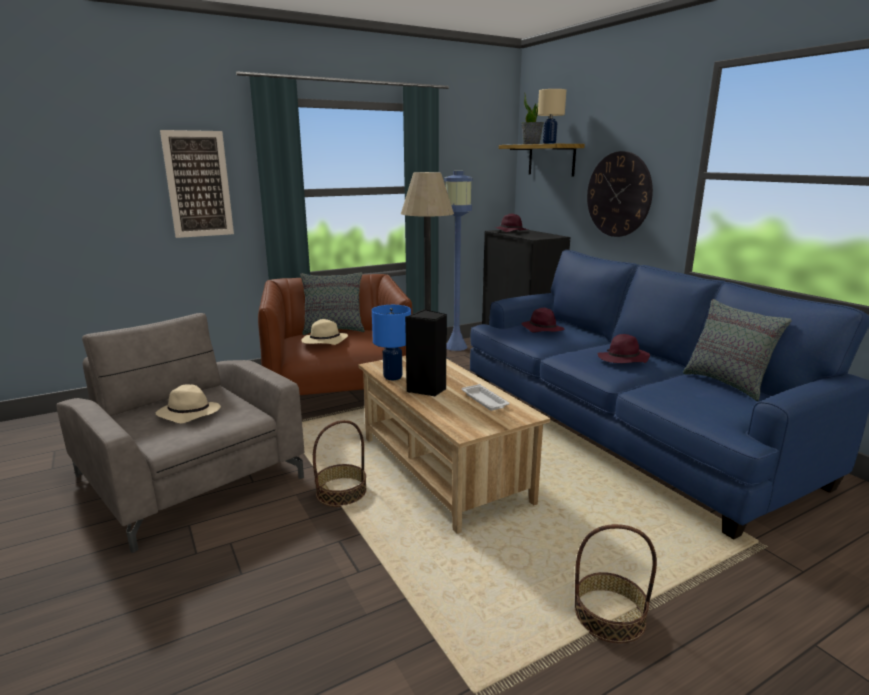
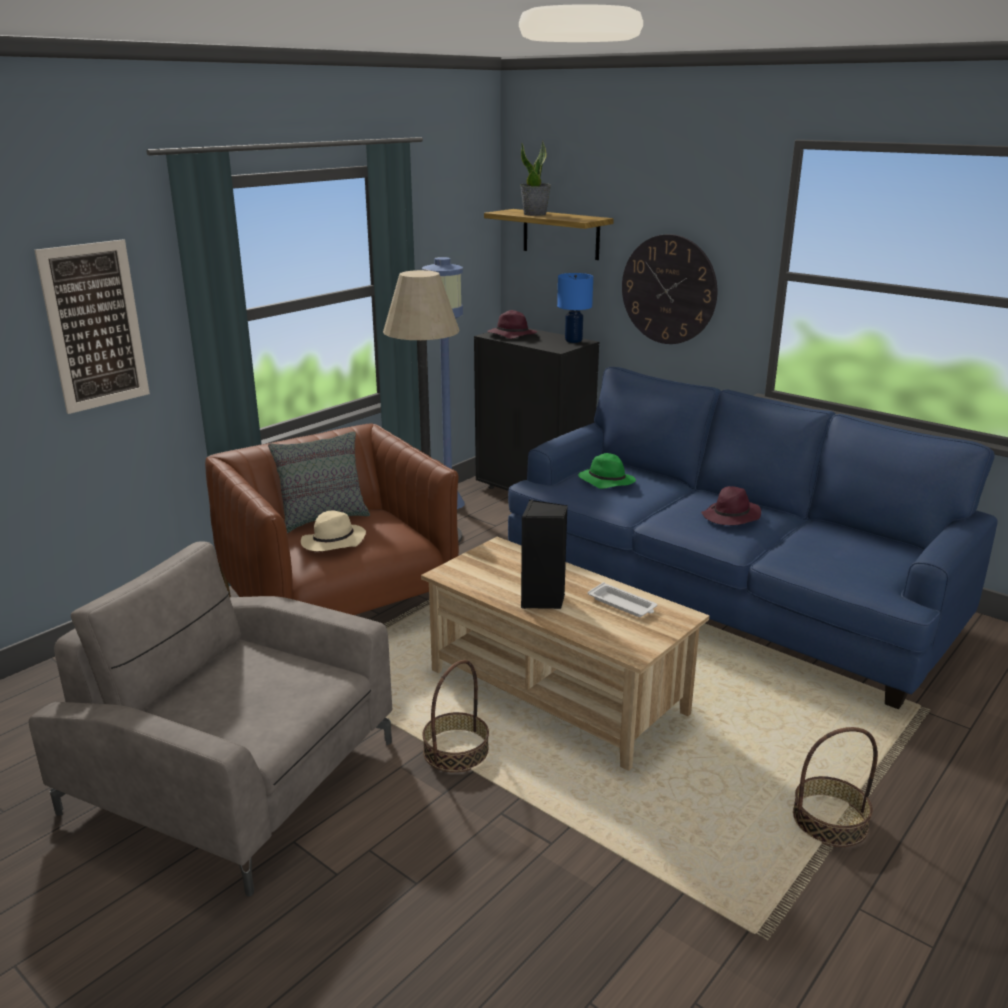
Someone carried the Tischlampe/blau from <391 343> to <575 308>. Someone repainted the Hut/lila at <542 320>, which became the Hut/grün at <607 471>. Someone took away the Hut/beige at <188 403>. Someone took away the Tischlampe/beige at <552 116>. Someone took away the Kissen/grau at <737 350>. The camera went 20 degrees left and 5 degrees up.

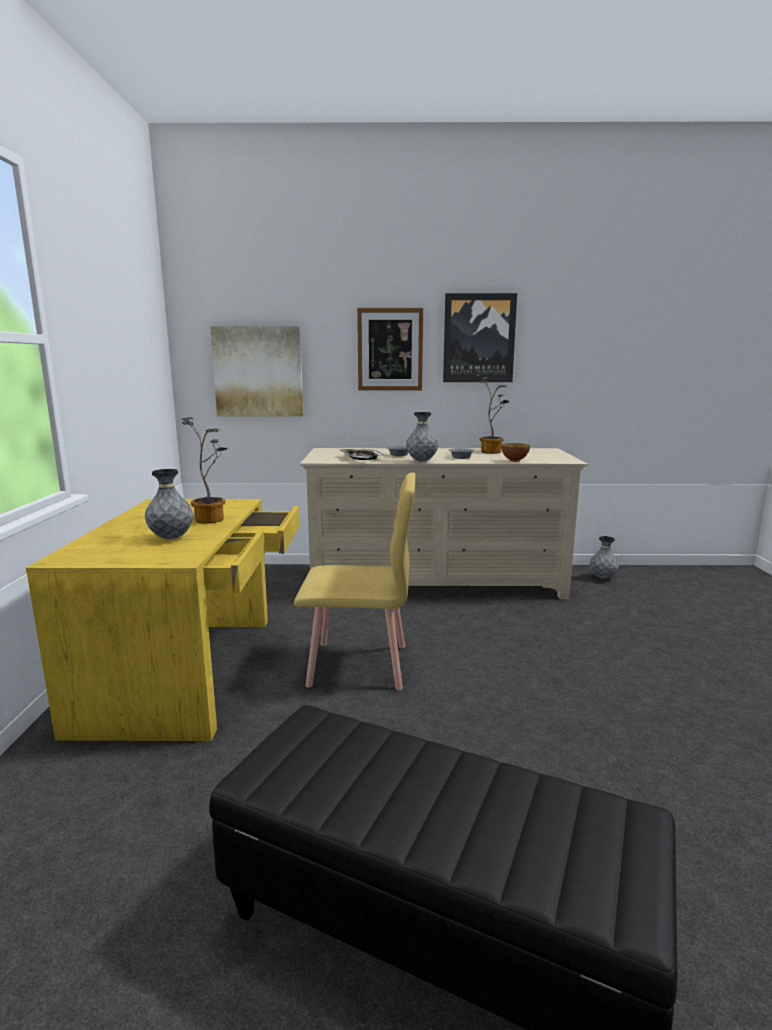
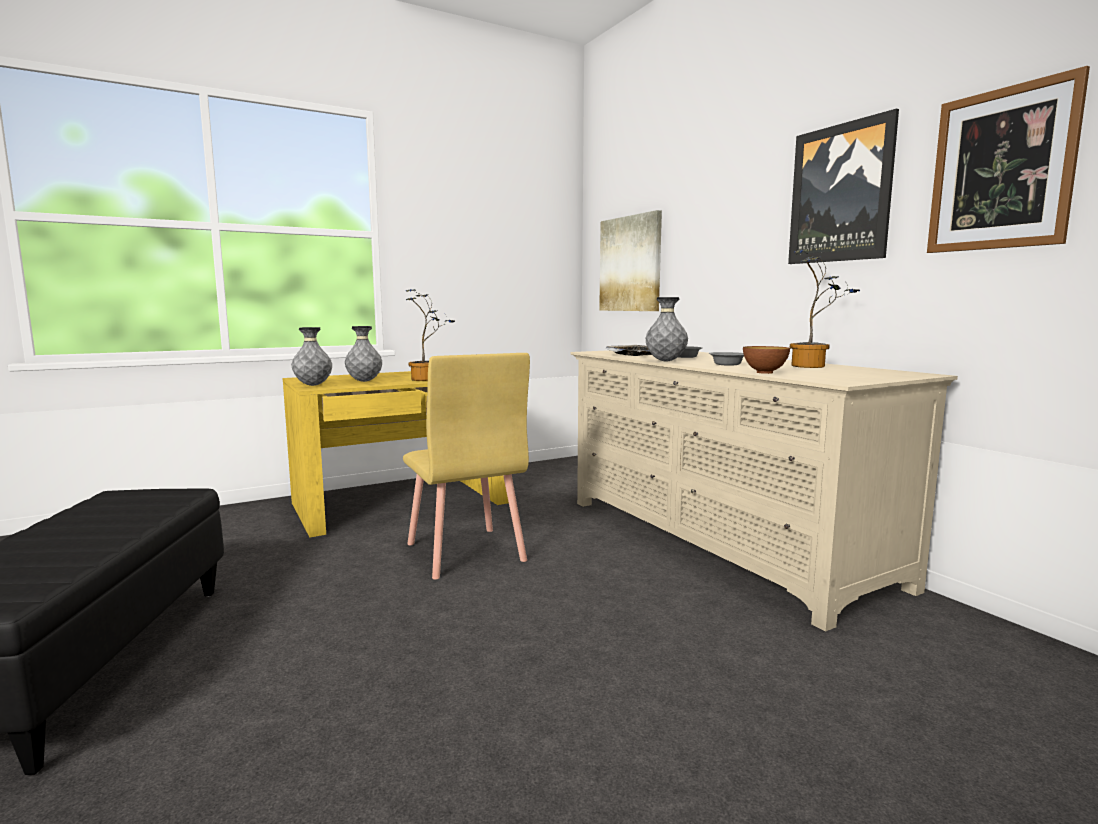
Someone carried the Vase/grau from <604 557> to <312 356>. Someone carried the Bild from <390 349> to <1008 159>. The camera went 60 degrees right and 5 degrees down.

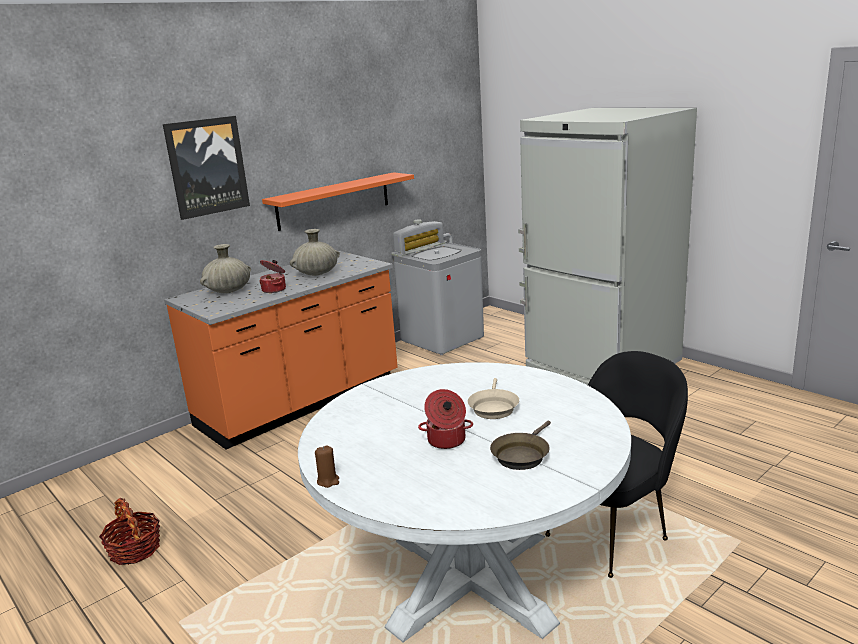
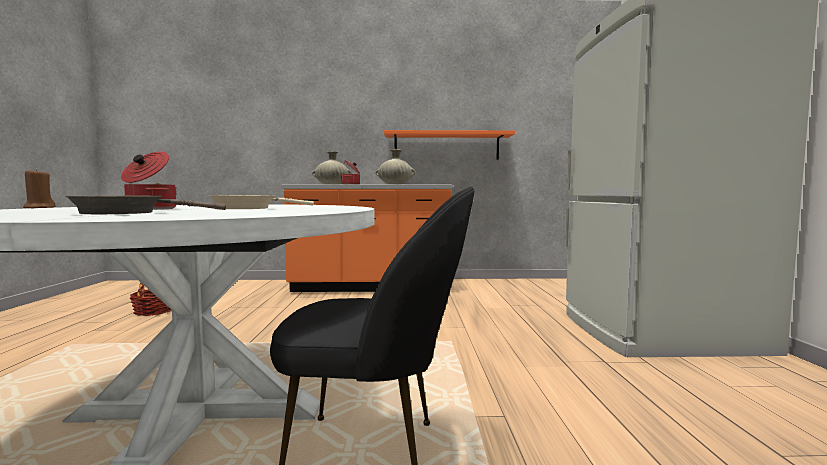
Someone took away the Bild at <206 168>. Someone took away the Waschmaschine/grau at <437 287>. The camera went 40 degrees right and 15 degrees down.

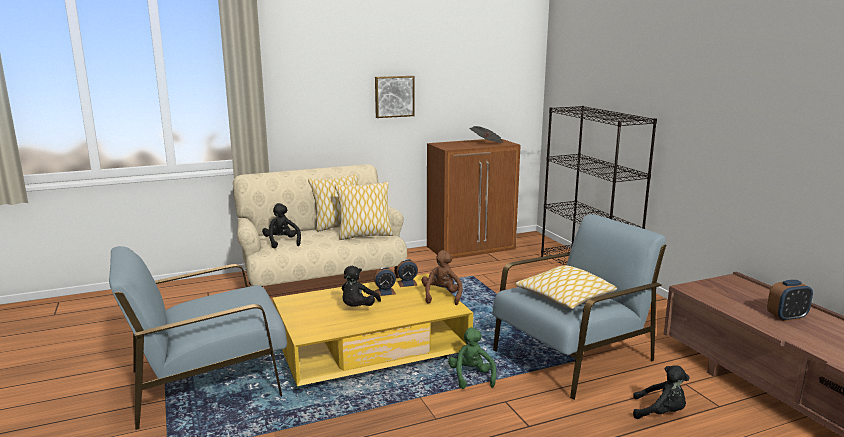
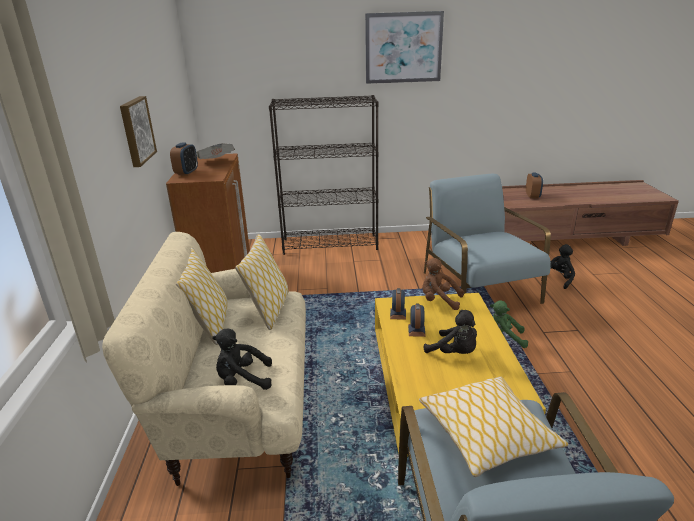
Someone put down the Wecker at <184 159>. Someone put up the Bild at <404 47>. Someone carried the Kissen from <566 287> to <493 426>. The camera went 70 degrees left and 10 degrees up.

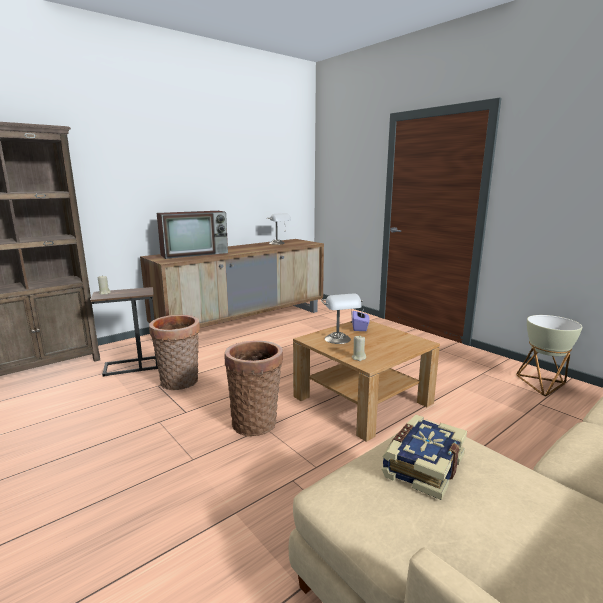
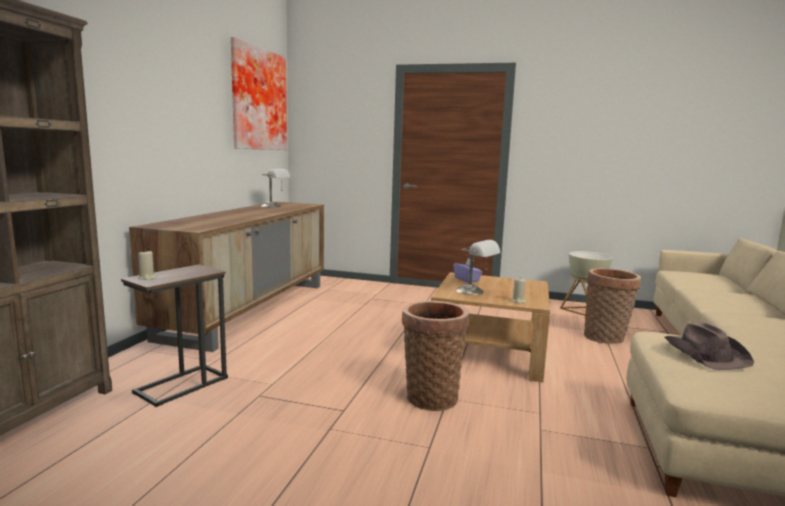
Someone put up the Bild at <259 93>. Someone carried the Korb from <174 352> to <612 306>. Someone swapped the Buch at <424 457> for the Hut/braun at <709 346>. Someone took away the Fernseher at <192 235>. The camera went 35 degrees left and 5 degrees down.

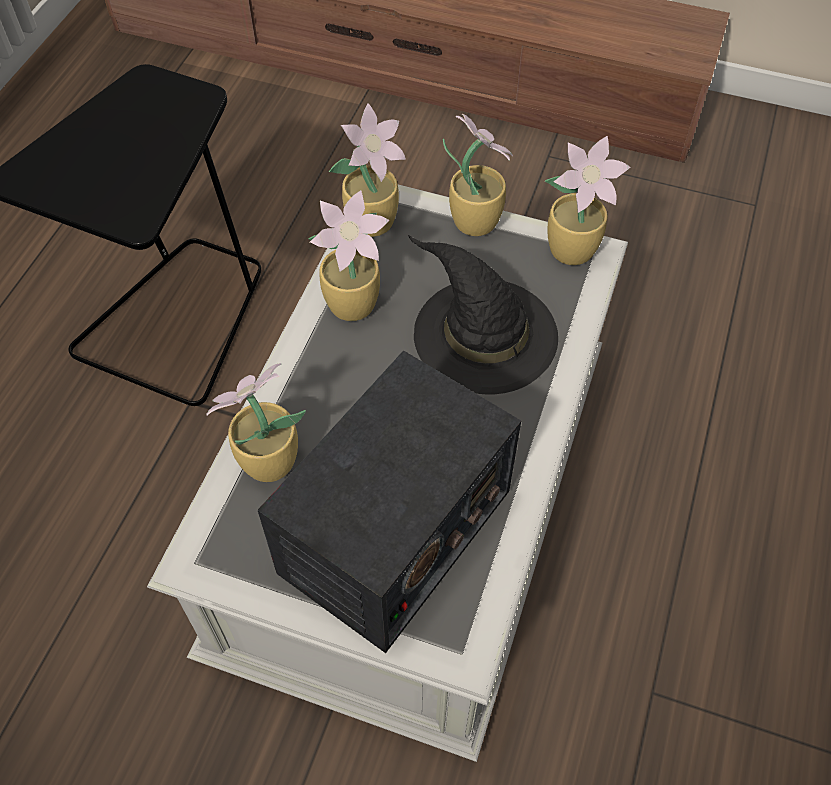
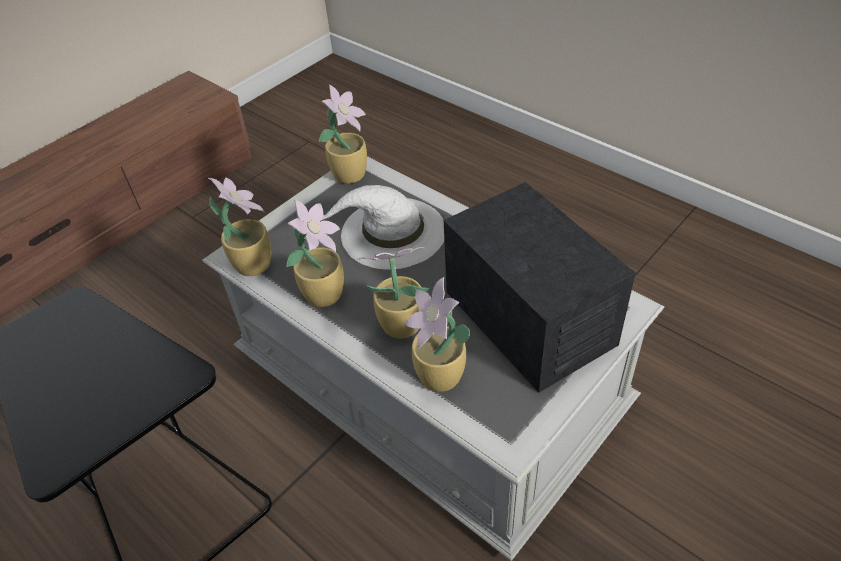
Someone repainted the Hut/schwarz at <483 314>, which became the Hut/weiß at <382 227>. Someone carried the Topfpflanze from <478 175> to <392 293>. The camera went 65 degrees left and 10 degrees down.

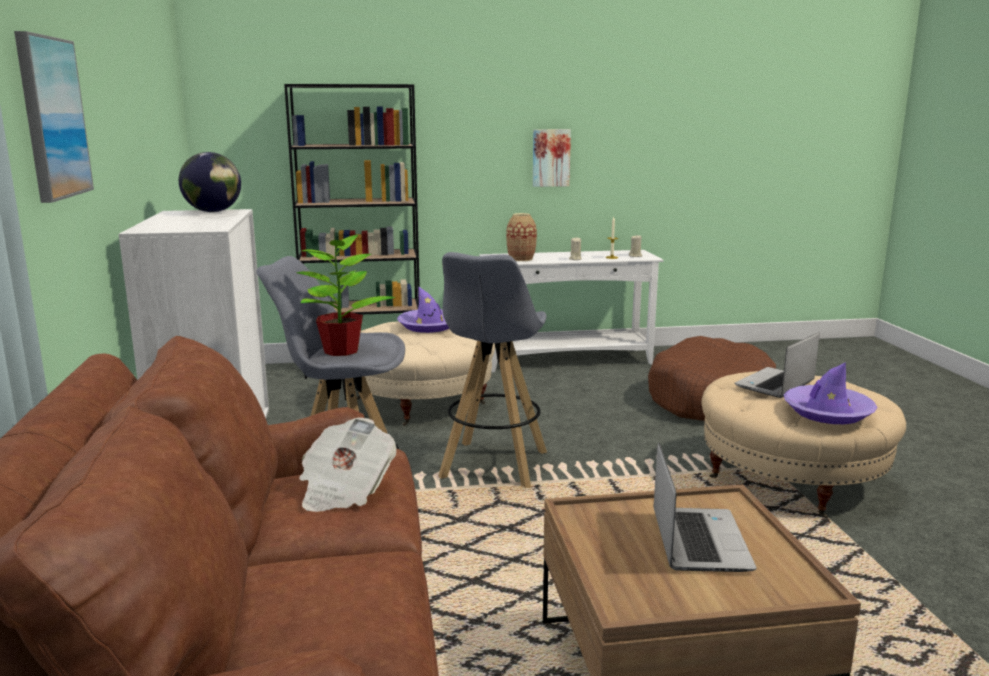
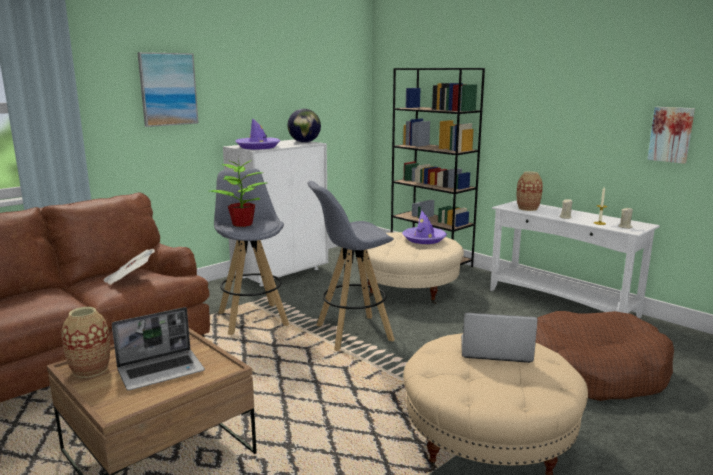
Someone put down the Vase at <85 342>. Someone carried the Hut/lila from <830 393> to <257 133>. Someone carried the Bild from <552 158> to <671 135>. The camera went 55 degrees right and 0 degrees up.

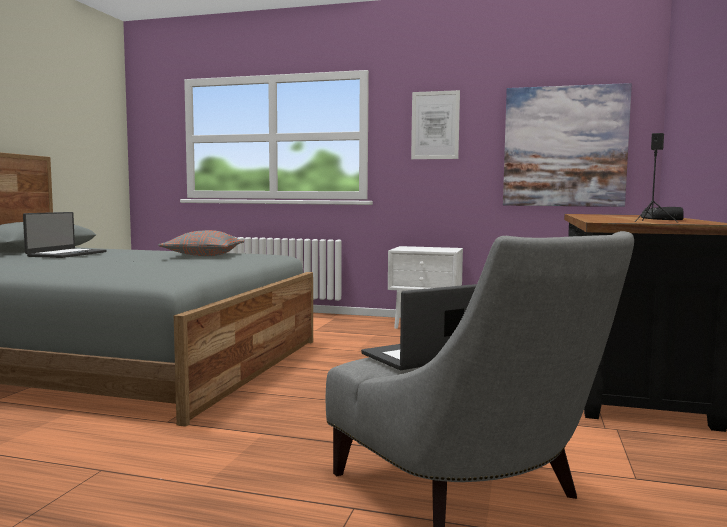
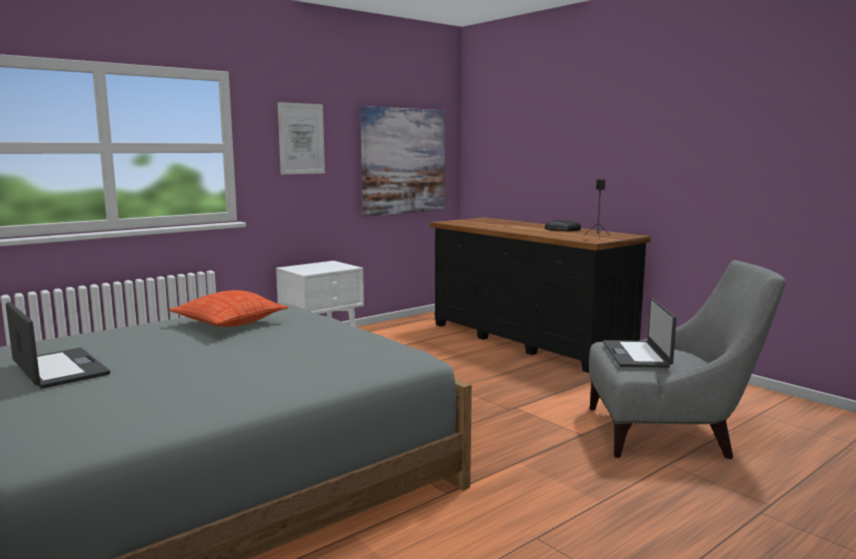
Someone repainted the Kissen/grau at <201 243>, which became the Kissen/orange at <229 308>. The camera went 55 degrees left and 5 degrees up.

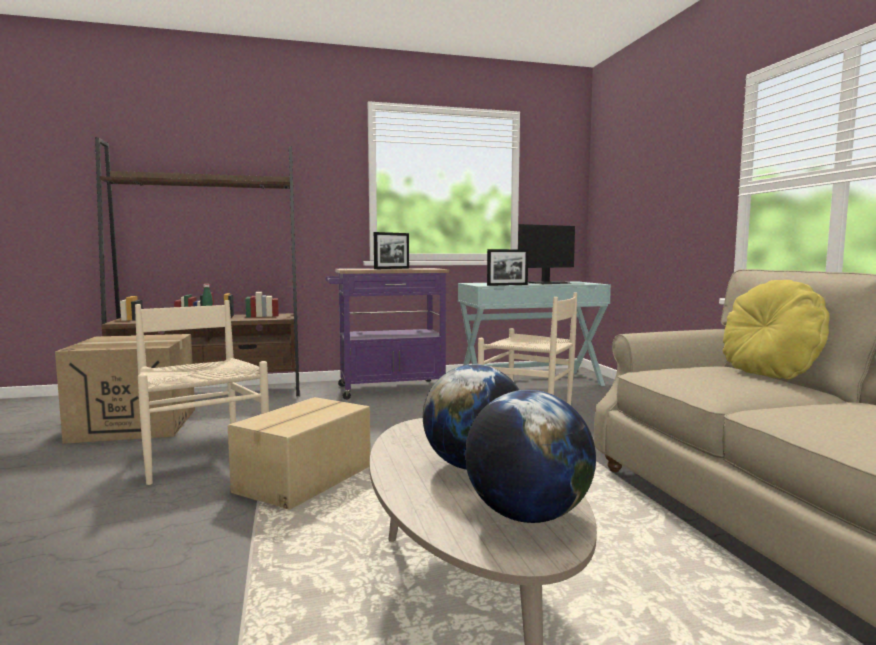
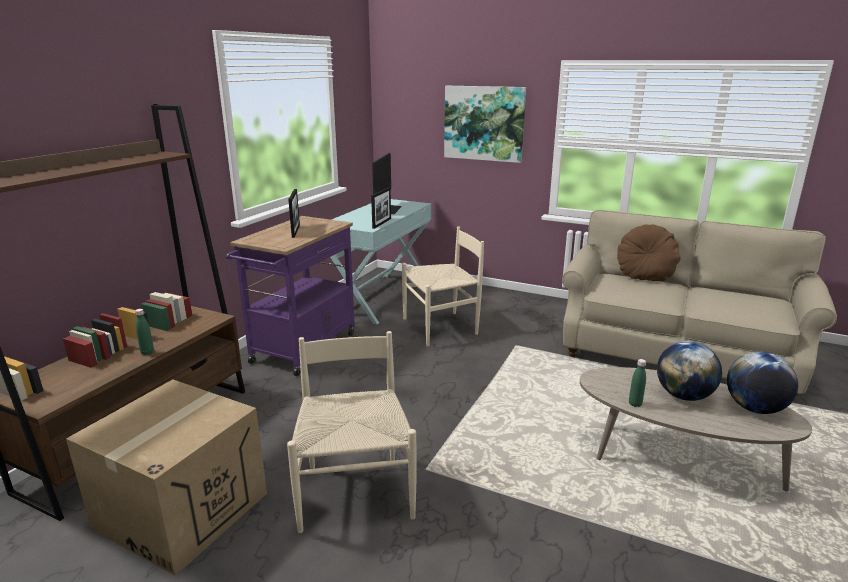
Someone rotated the Stuhl/beige at <202 392> by 75 degrees clockwise. Someone put up the Bild at <485 124>. Someone repainted the Kissen/gelb at <776 329>, which became the Kissen/braun at <649 252>. Someone put down the Flasche/grün at <637 383>. Someone took away the Karton at <299 453>. The camera went 50 degrees left and 15 degrees up.

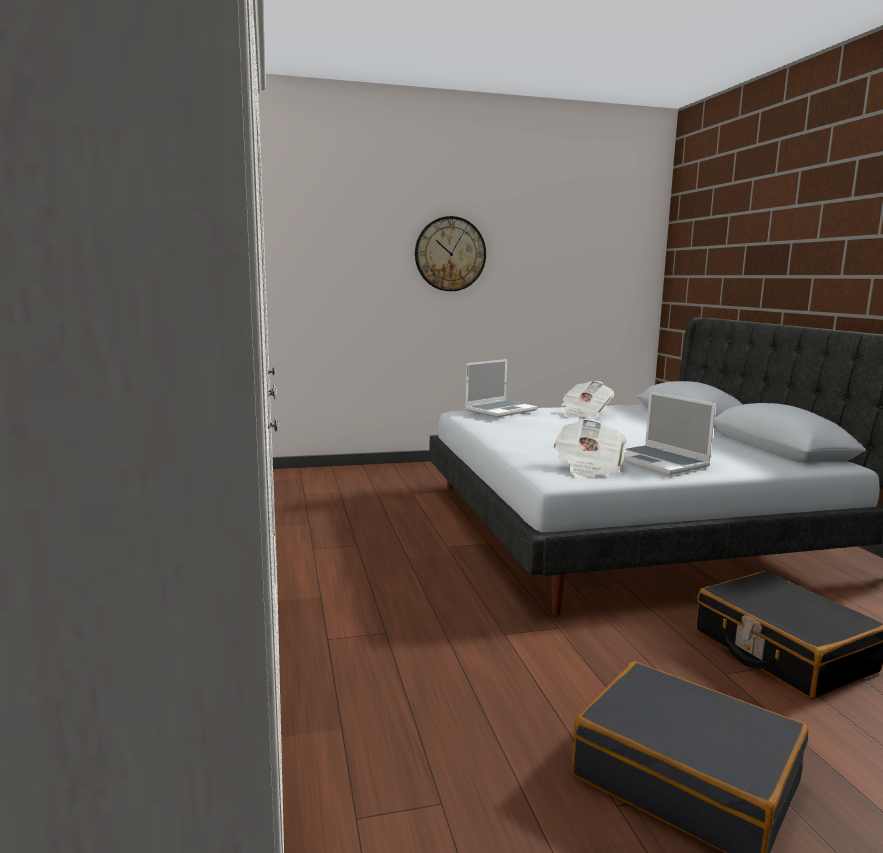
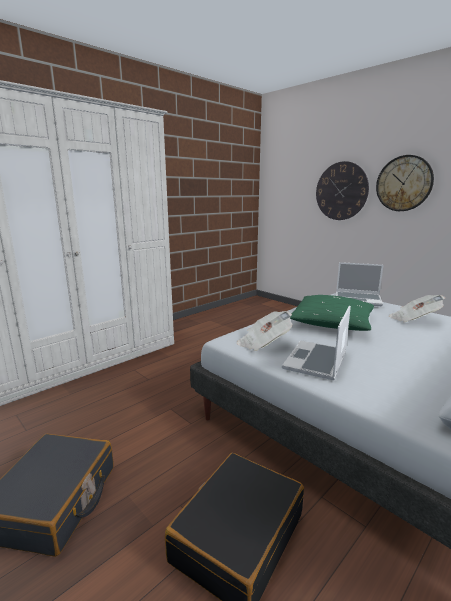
Someone put down the Kissen/grün at <332 313>. Someone put up the Wanduhr at <342 190>. The camera went 60 degrees right and 5 degrees up.

